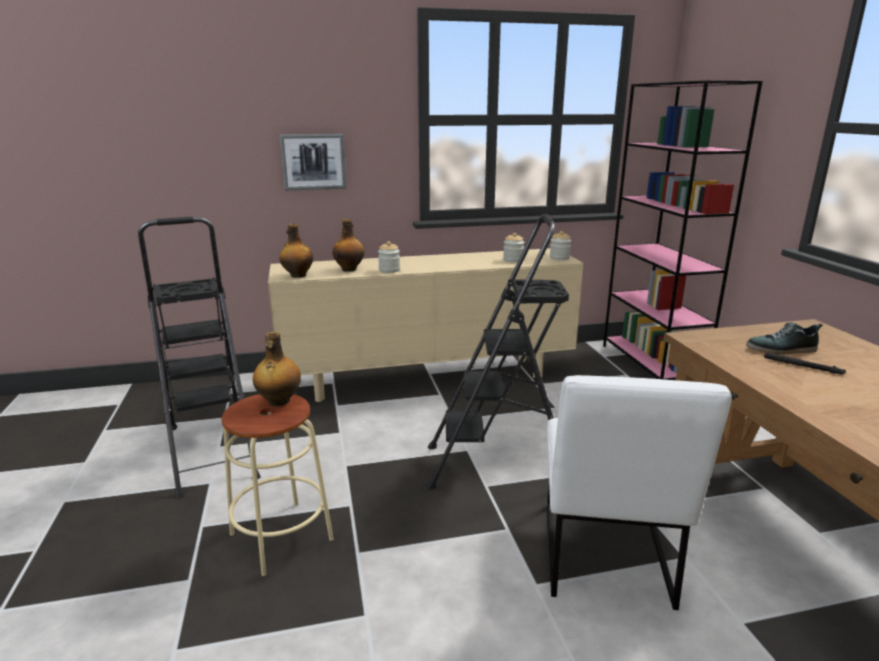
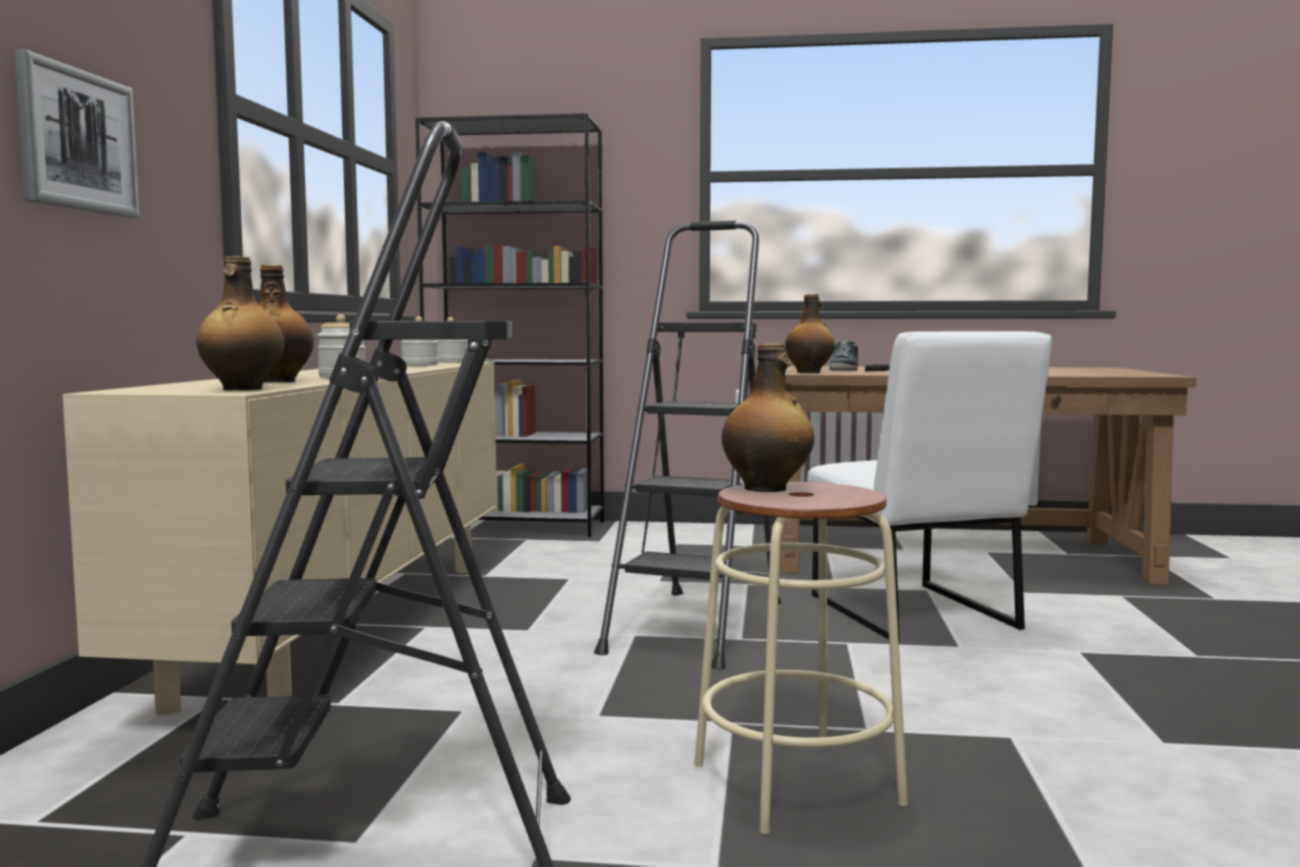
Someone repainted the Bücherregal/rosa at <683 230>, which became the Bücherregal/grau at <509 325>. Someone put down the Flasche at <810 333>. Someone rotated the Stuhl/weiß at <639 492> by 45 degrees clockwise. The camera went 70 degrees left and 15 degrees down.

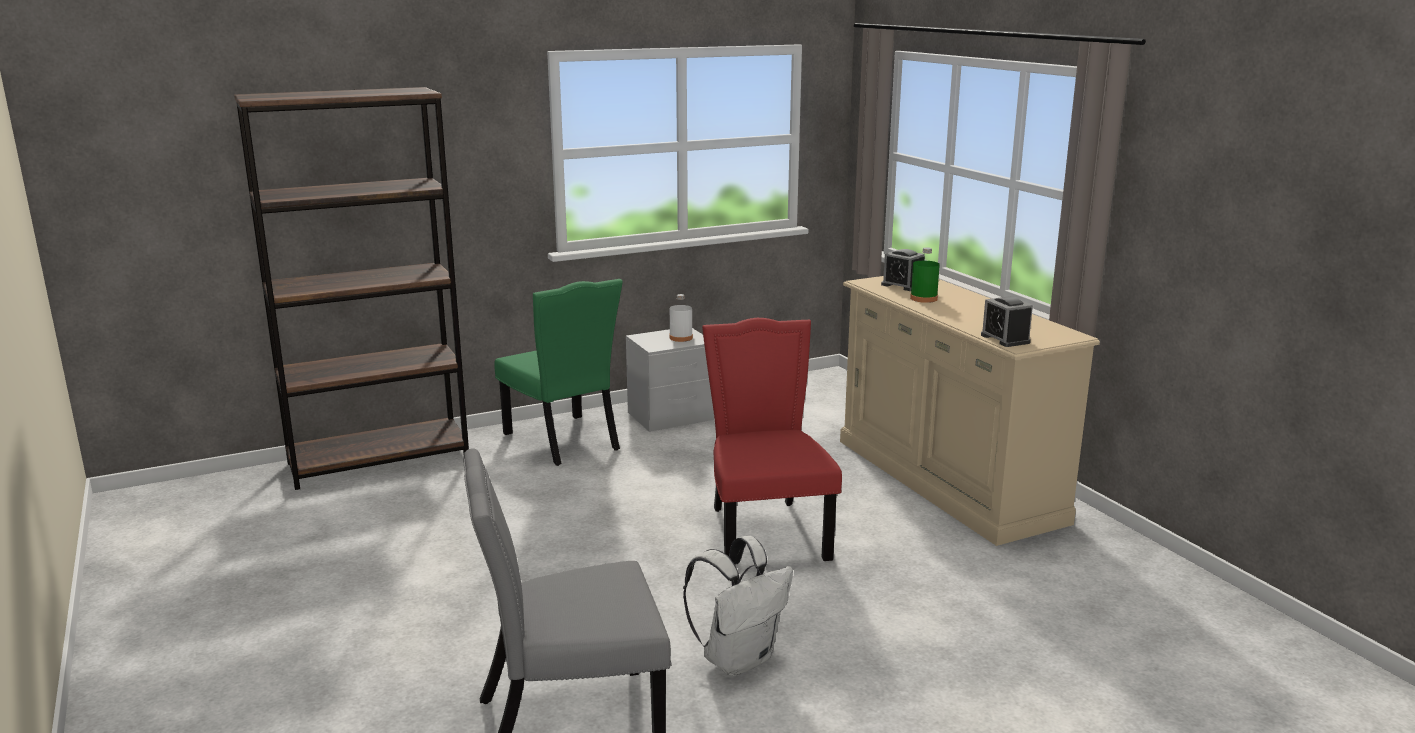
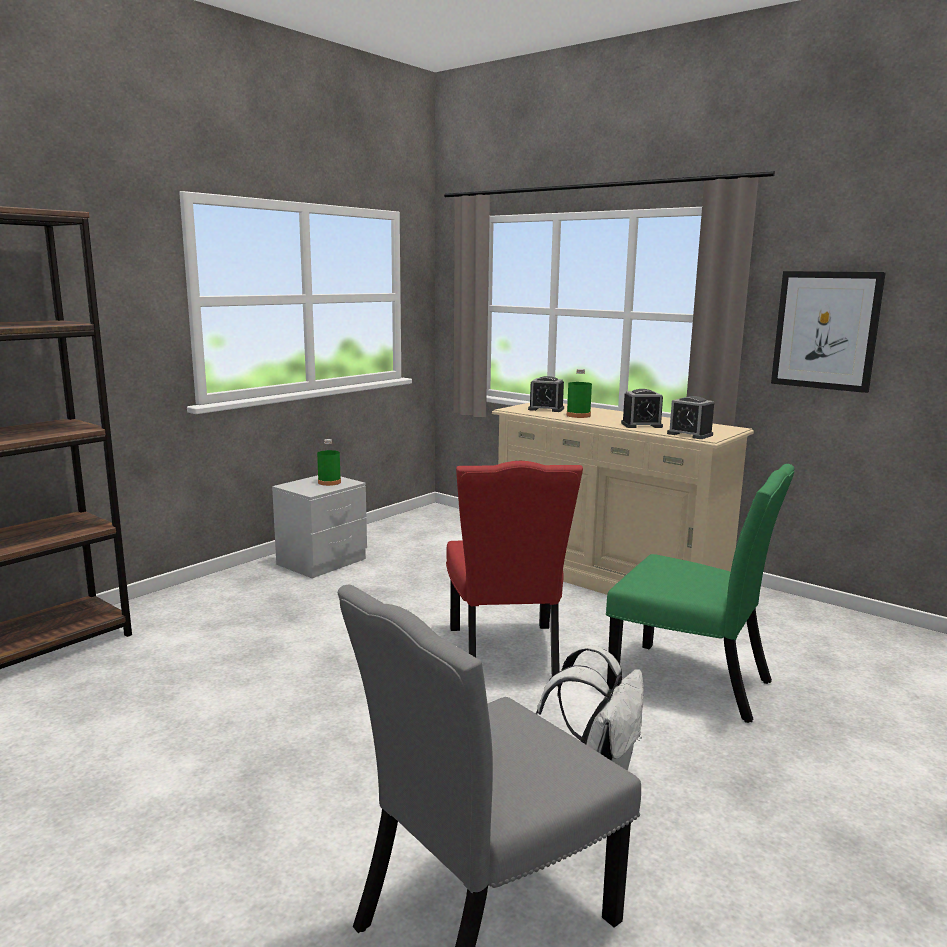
Someone repainted the Flasche/weiß at <681 318>, which became the Flasche/grün at <329 462>. Someone rotated the Stuhl/rot at <772 442> by 150 degrees counterclockwise. Someone carried the Stuhl/grün from <558 372> to <700 593>. Someone put down the Wecker at <642 408>. Someone put up the Bild at <828 332>. The camera went 25 degrees left and 5 degrees down.

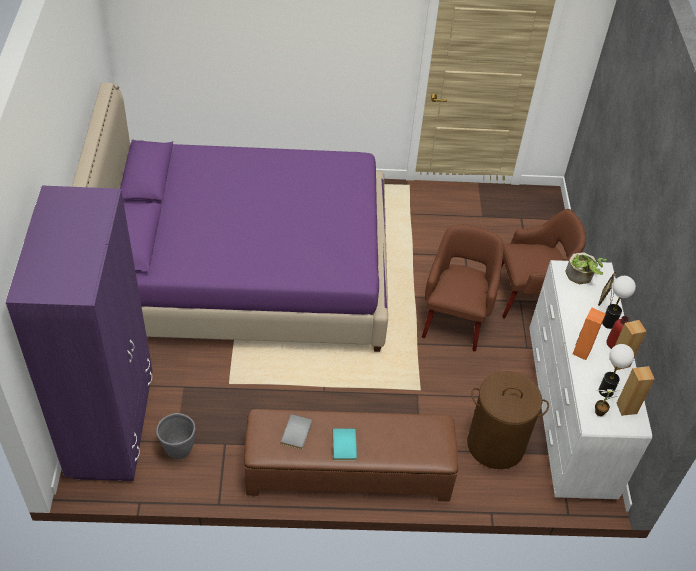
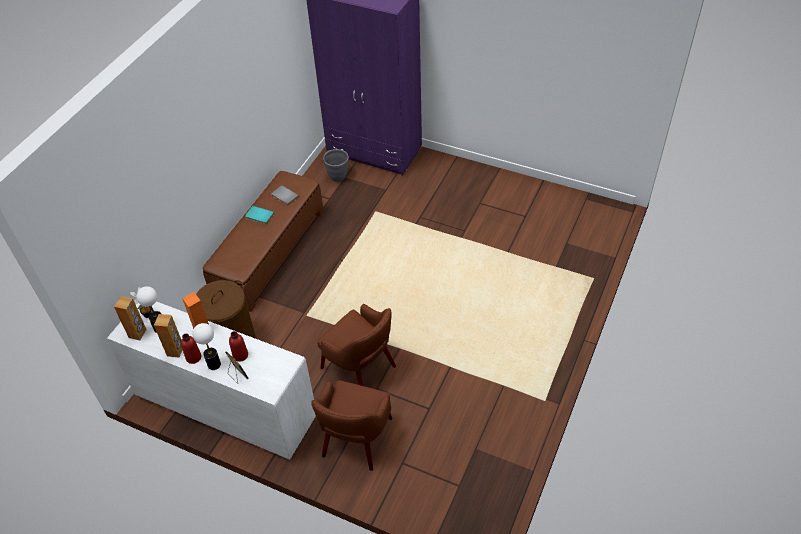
Someone put down the Flasche/rot at <238 346>. Someone took away the Bett/lila at <230 217>. Someone took away the Topfpflanze at <586 268>. The camera went 120 degrees right and 0 degrees up.

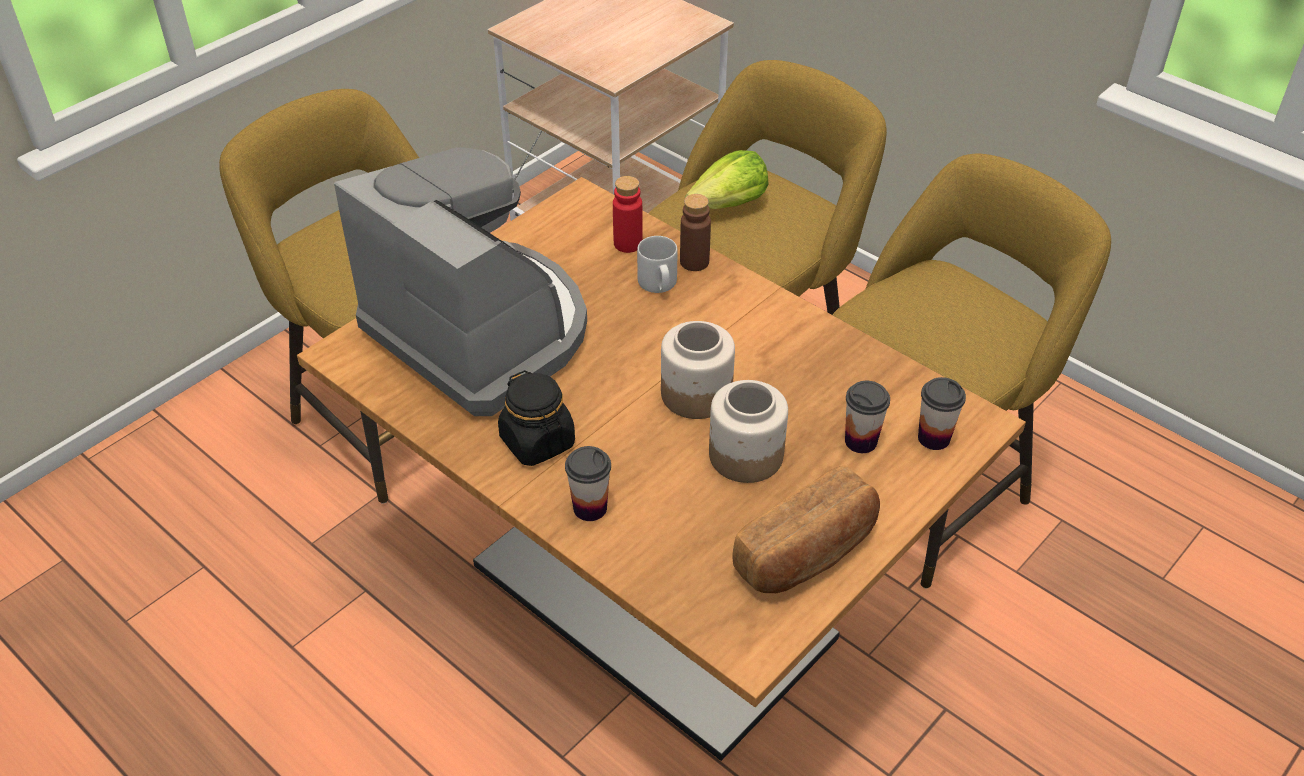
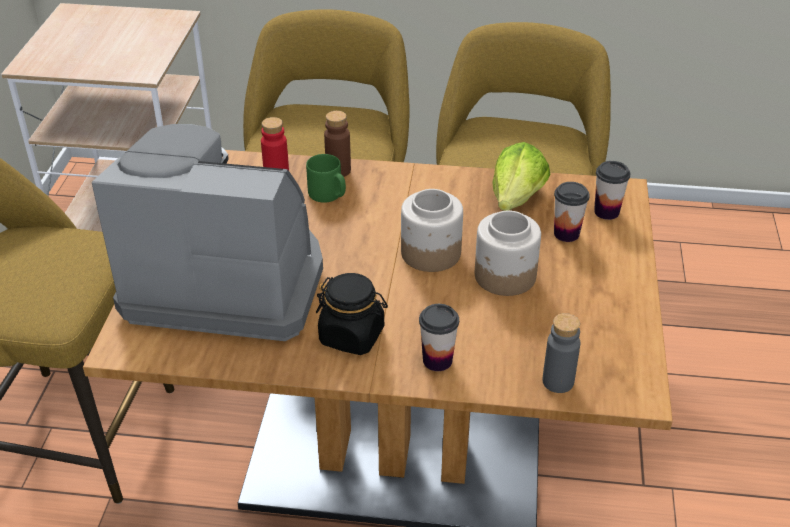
Someone repainted the Henkelbecher/grau at <657 264>, which became the Henkelbecher/grün at <326 178>. Someone carried the Salatkopf from <727 179> to <521 176>. Someone put down the Flasche/grau at <561 353>. Someone took away the Brot at <806 529>. The camera went 35 degrees left and 5 degrees down.

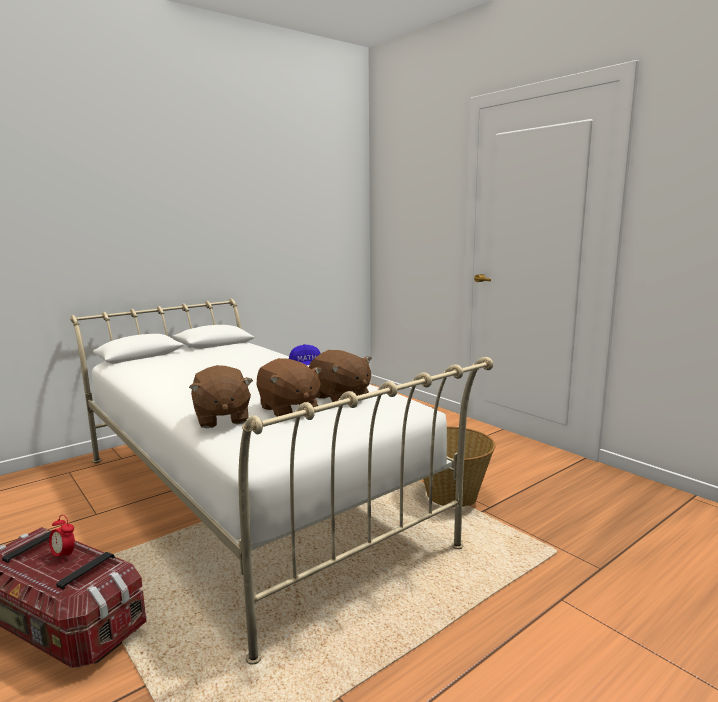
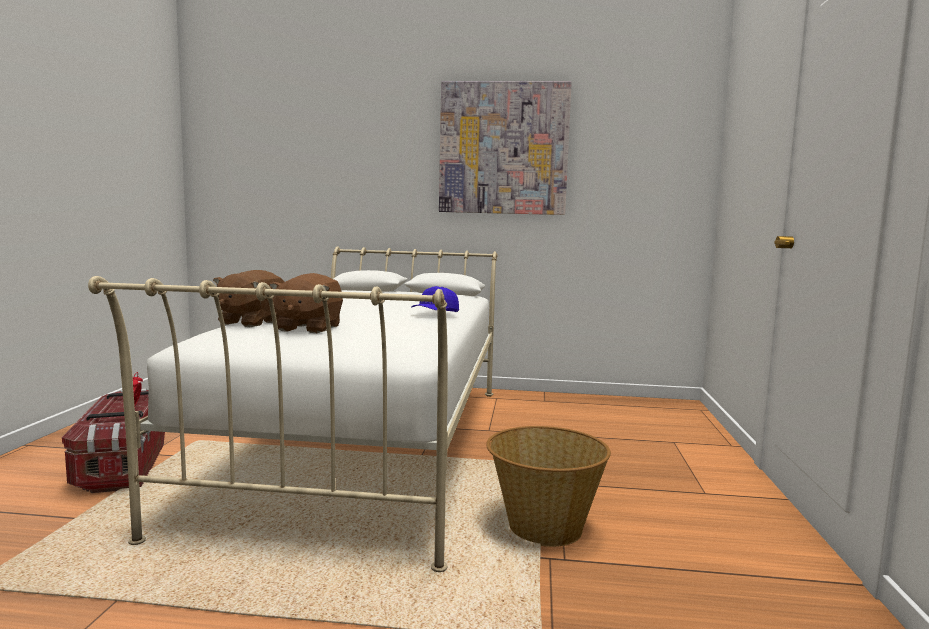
Someone put up the Bild at <505 148>. Someone took away the Plüschtier/braun at <340 376>. The camera went 45 degrees right and 5 degrees down.

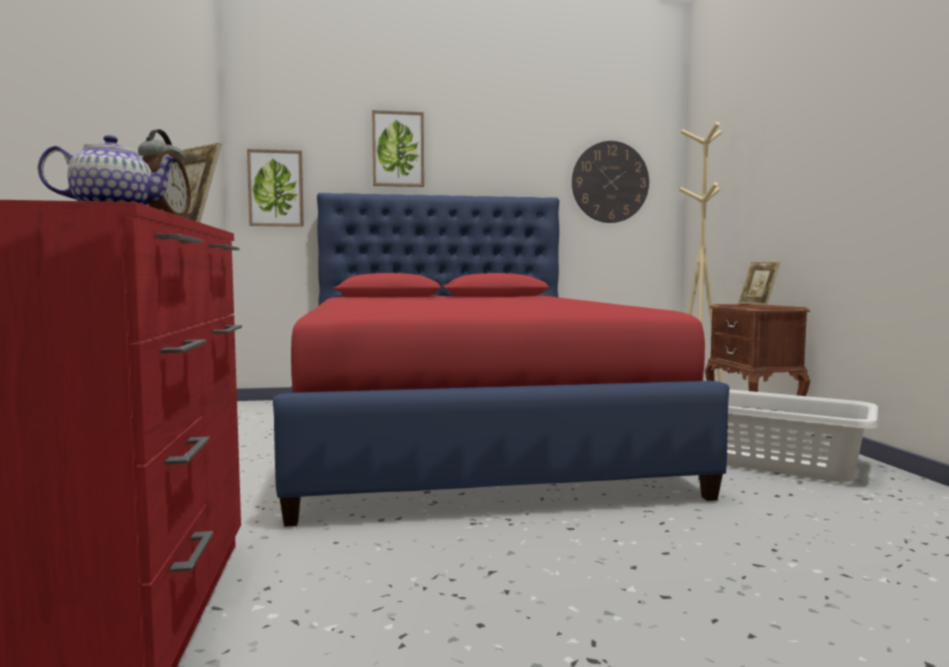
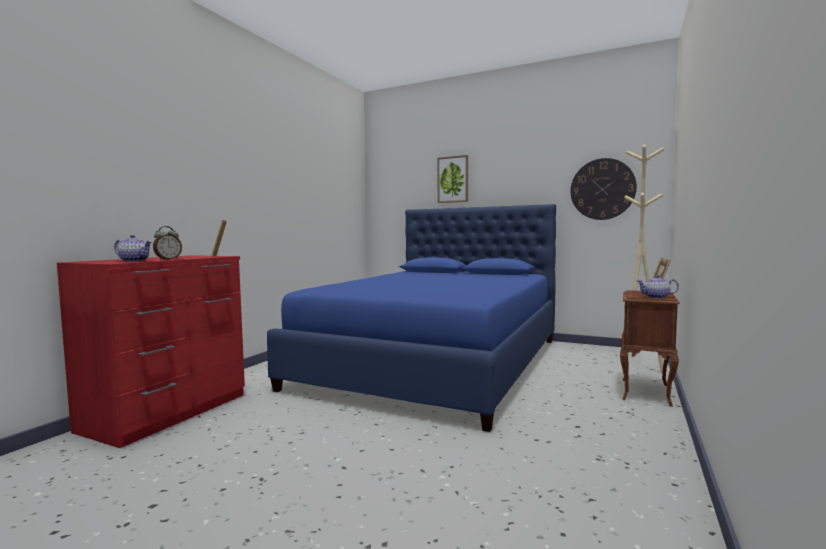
Someone repainted the Bett/rot at <501 360>, which became the Bett/blau at <411 318>. Someone put down the Teekanne at <658 286>. Someone took away the Bild at <275 188>. Someone took away the Wäschekorb/grau at <803 435>. The camera went 35 degrees right and 0 degrees up.

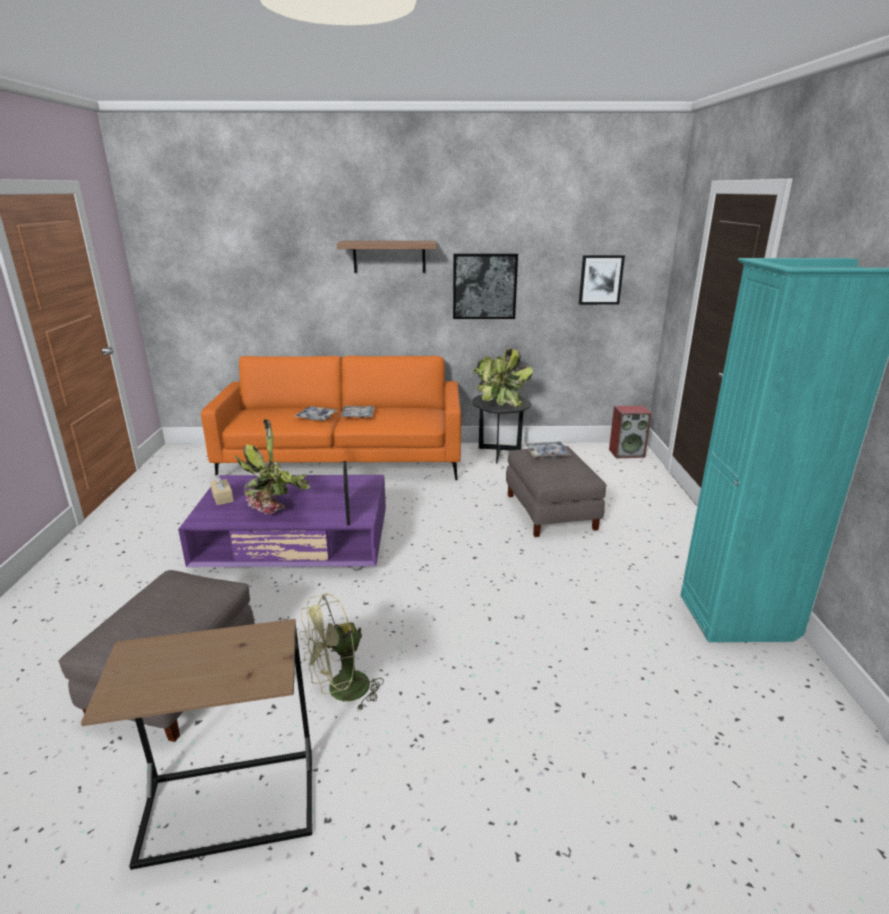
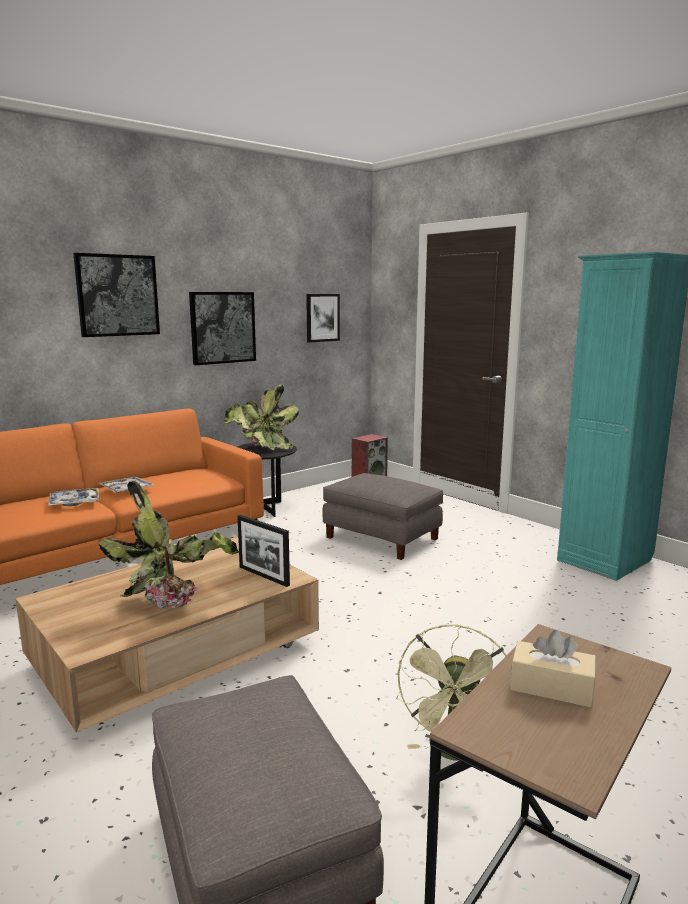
Someone repainted the Couchtisch/lila at <282 523>, which became the Couchtisch/braun at <167 635>. Someone swapped the Wandregal at <386 257> for the Bild at <116 295>. Someone carried the Taschentuchbox/beige from <222 490> to <553 669>. Someone took away the Tablett at <548 450>. The camera went 40 degrees left and 10 degrees down.

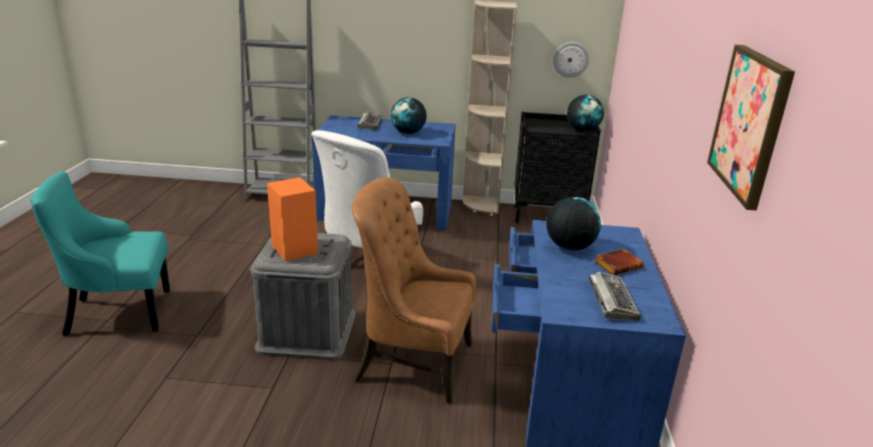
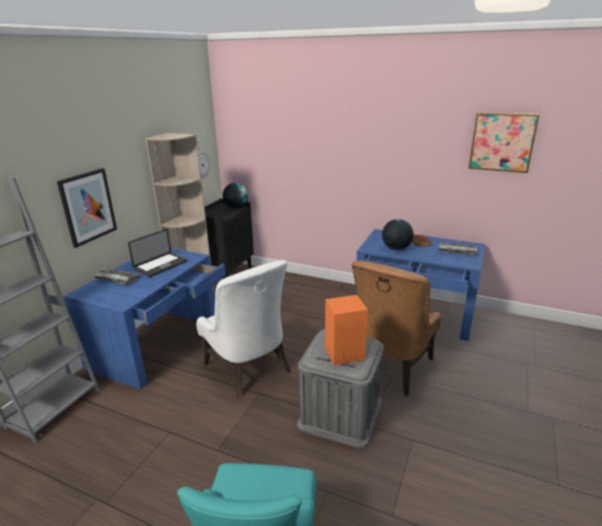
Someone put up the Bild at <87 208>. Someone swapped the Globus at <409 115> for the Laptop at <157 253>. The camera went 70 degrees left and 0 degrees up.

